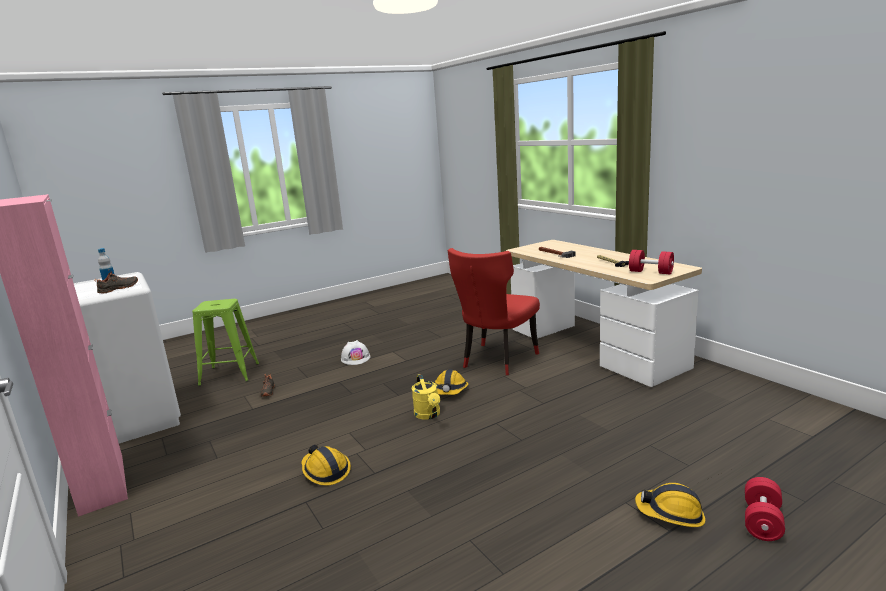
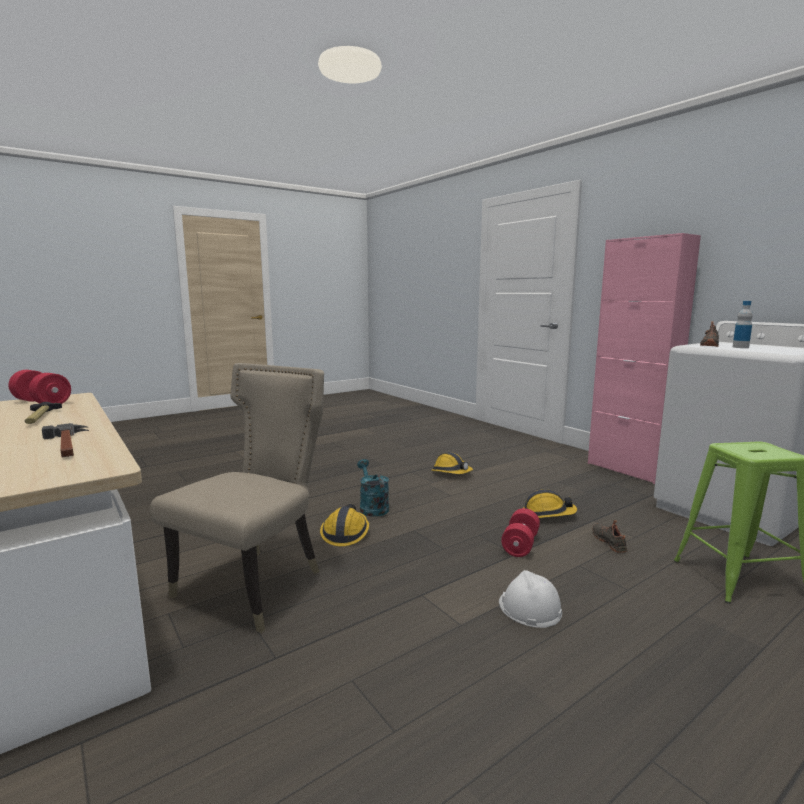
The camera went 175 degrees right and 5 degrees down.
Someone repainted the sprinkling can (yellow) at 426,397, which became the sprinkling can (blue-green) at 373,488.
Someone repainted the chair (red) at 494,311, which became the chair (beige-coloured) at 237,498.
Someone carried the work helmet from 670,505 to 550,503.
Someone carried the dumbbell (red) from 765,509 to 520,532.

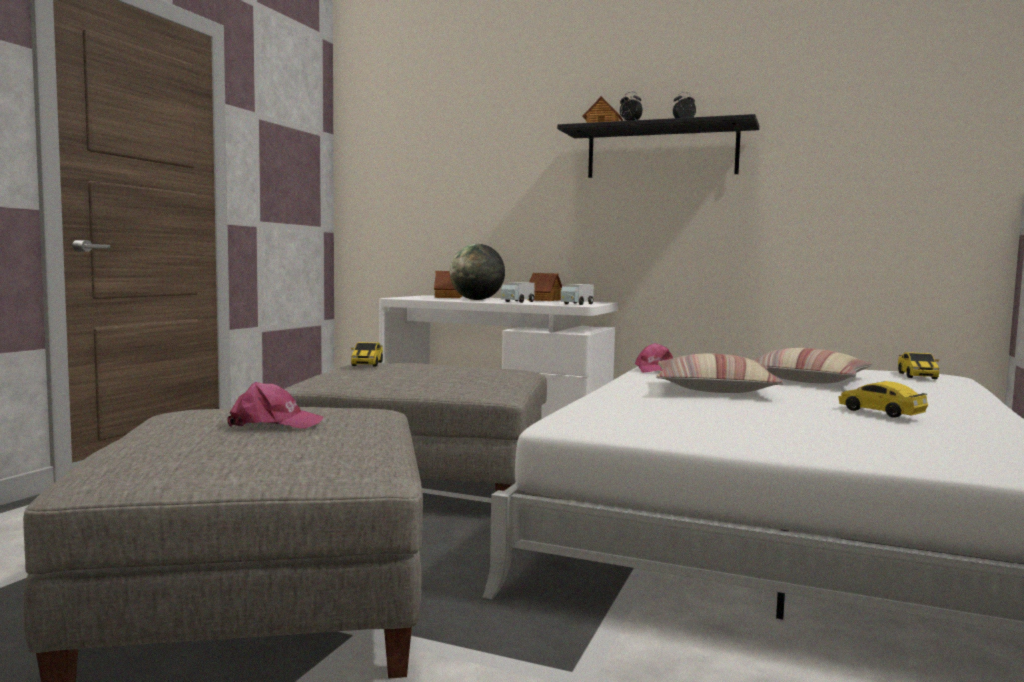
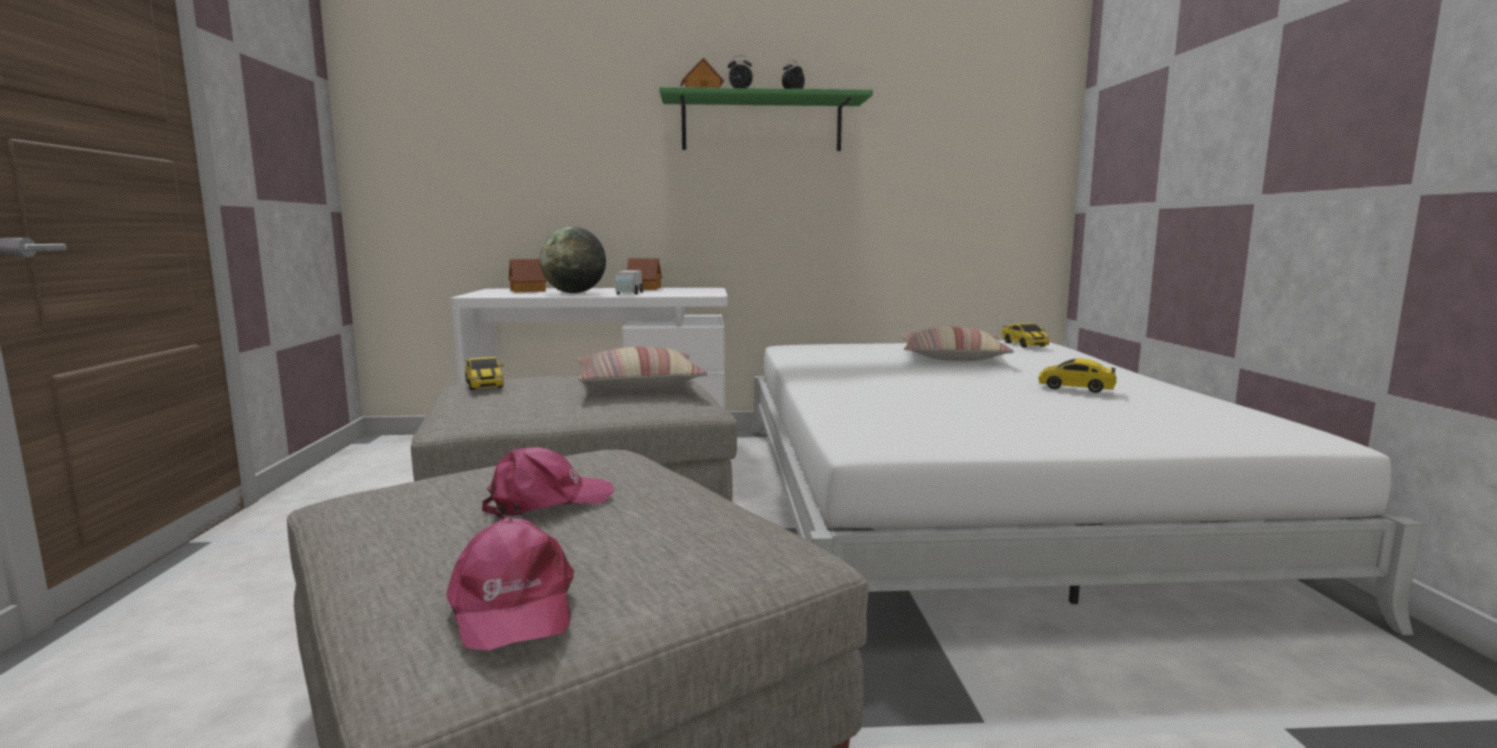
The camera went 25 degrees left and 5 degrees up.
Someone repainted the wall shelf (blackish) at 658,146, which became the wall shelf (green-coloured) at 766,119.
Someone took away the toy lorry at 577,294.
Someone carried the cap (pink) from 654,358 to 510,584.
Someone carried the throw pillow from 720,373 to 642,368.

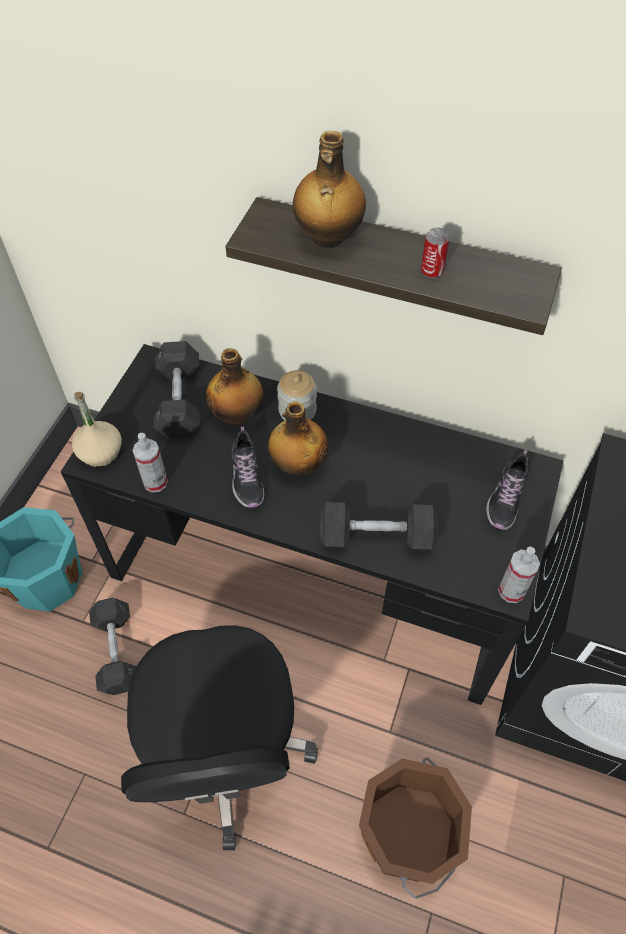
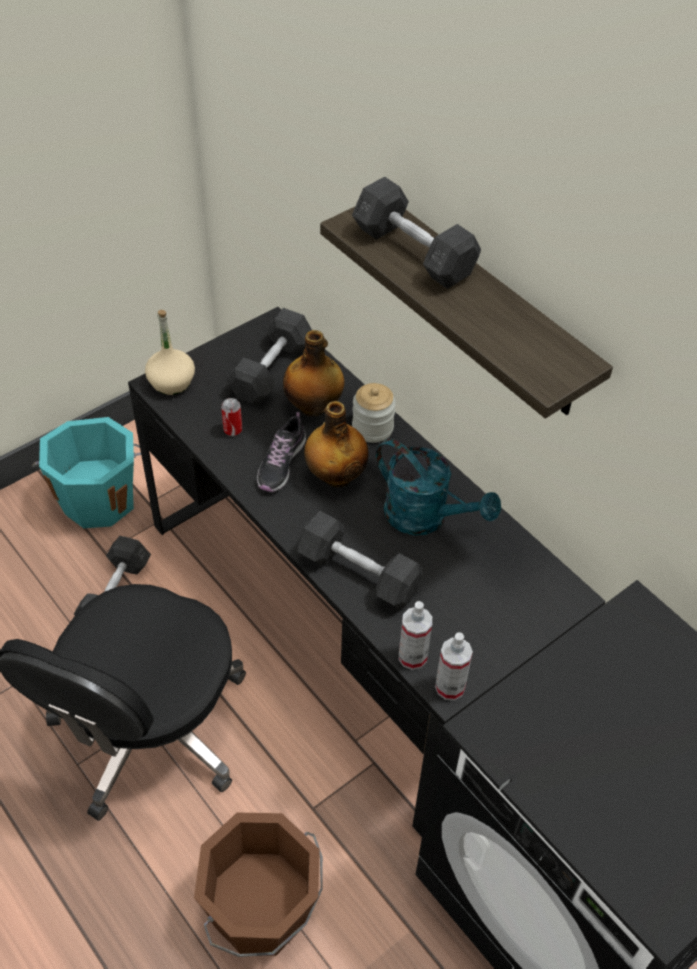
The camera went 30 degrees right and 5 degrees down.
Someone carried the hand sprayer from 150,463 to 415,635.
Someone swapped the drink bottle at 329,190 for the dumbbell (grey) at 416,233.
Someone carried the can from 435,253 to 231,417.
Someone took away the item of footwear at 507,490.
Someone put down the sprinkling can (blue-green) at 438,487.

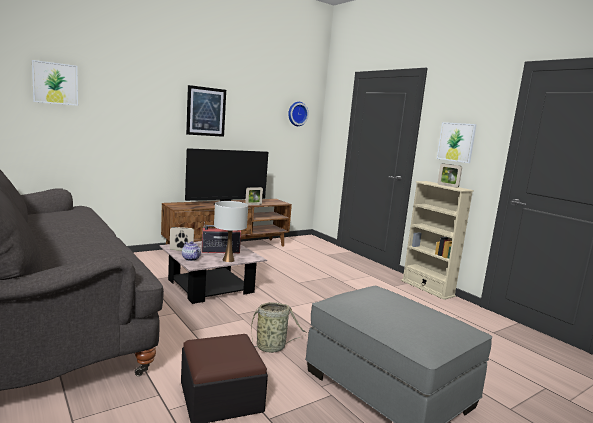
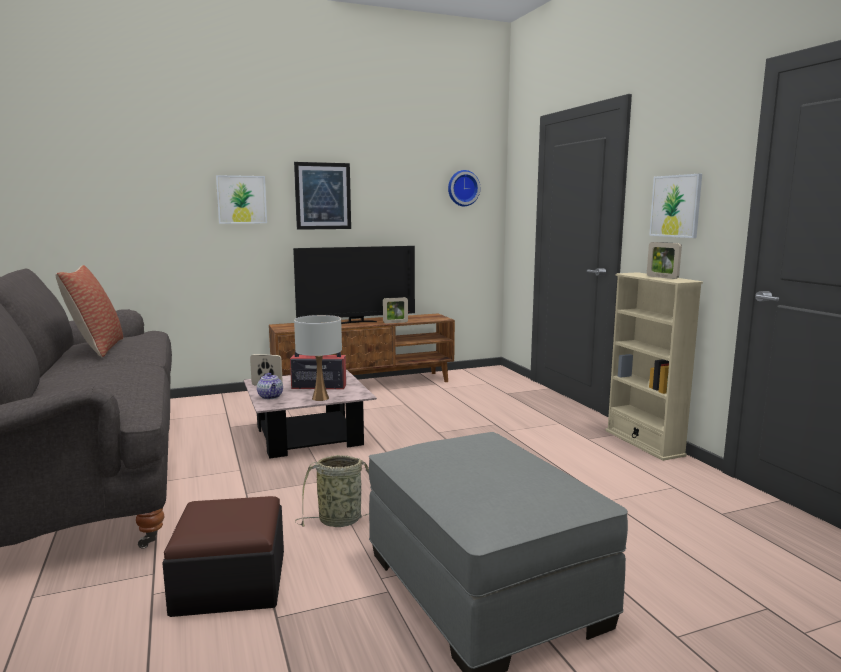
The camera went 15 degrees right and 0 degrees up.
Someone carried the picture from 55,83 to 241,199.
Someone put down the throw pillow at 89,311.

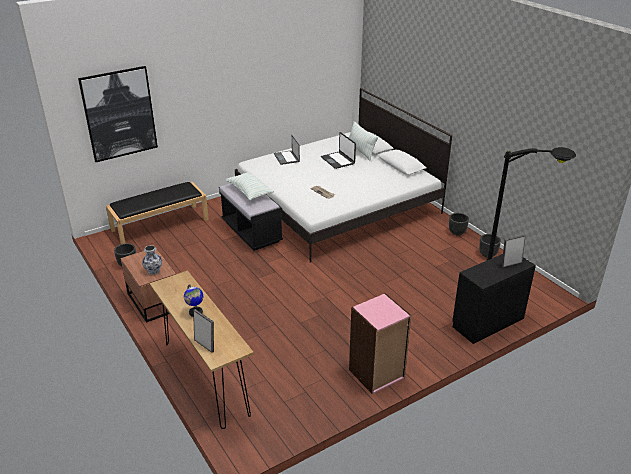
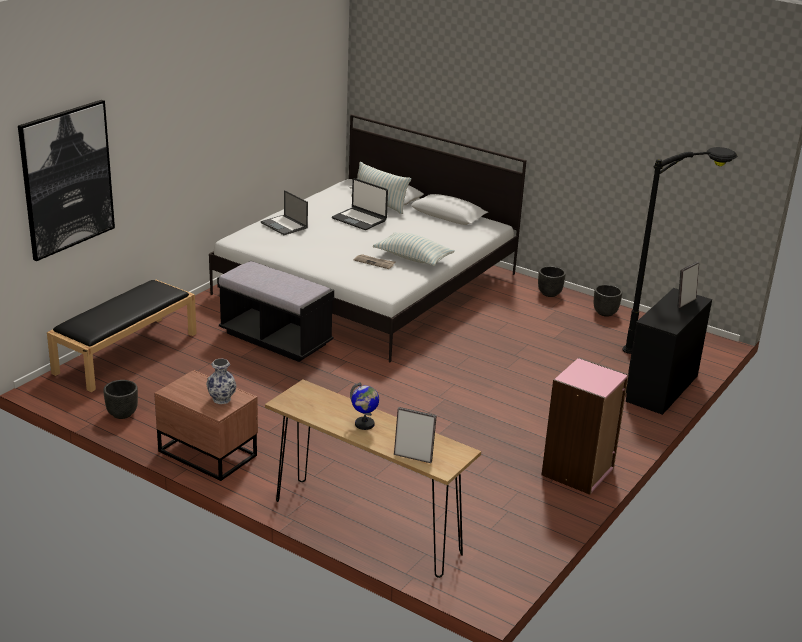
The camera went 25 degrees left and 5 degrees down.
Someone carried the throw pillow from 250,186 to 414,249.

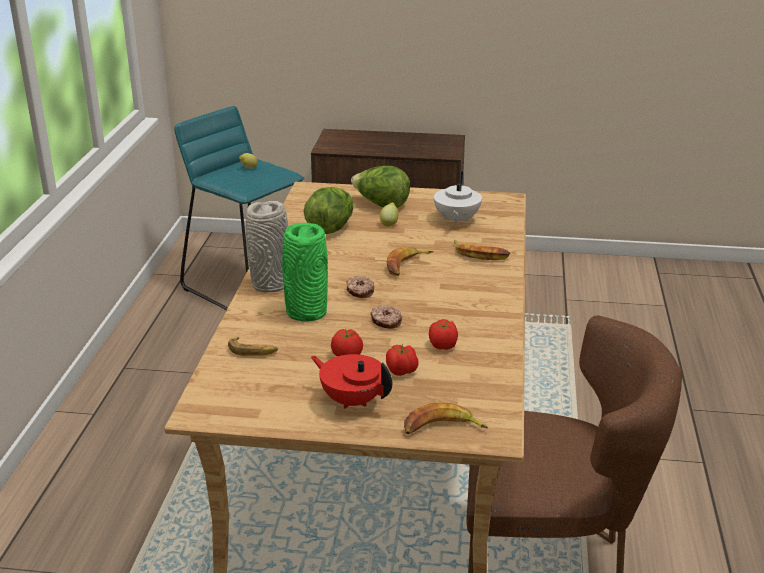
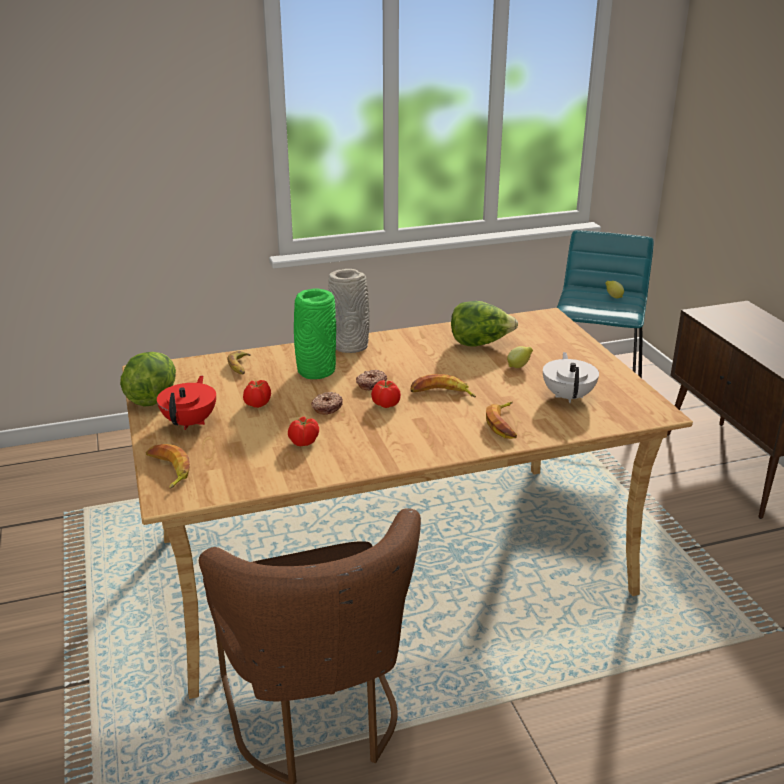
The camera went 65 degrees right and 0 degrees up.
Someone carried the lettuce from 380,187 to 148,379.
Someone carried the fresh tomato from 402,360 to 386,394.
Someone rotated the teapot (white) at 458,198 by 105 degrees clockwise.

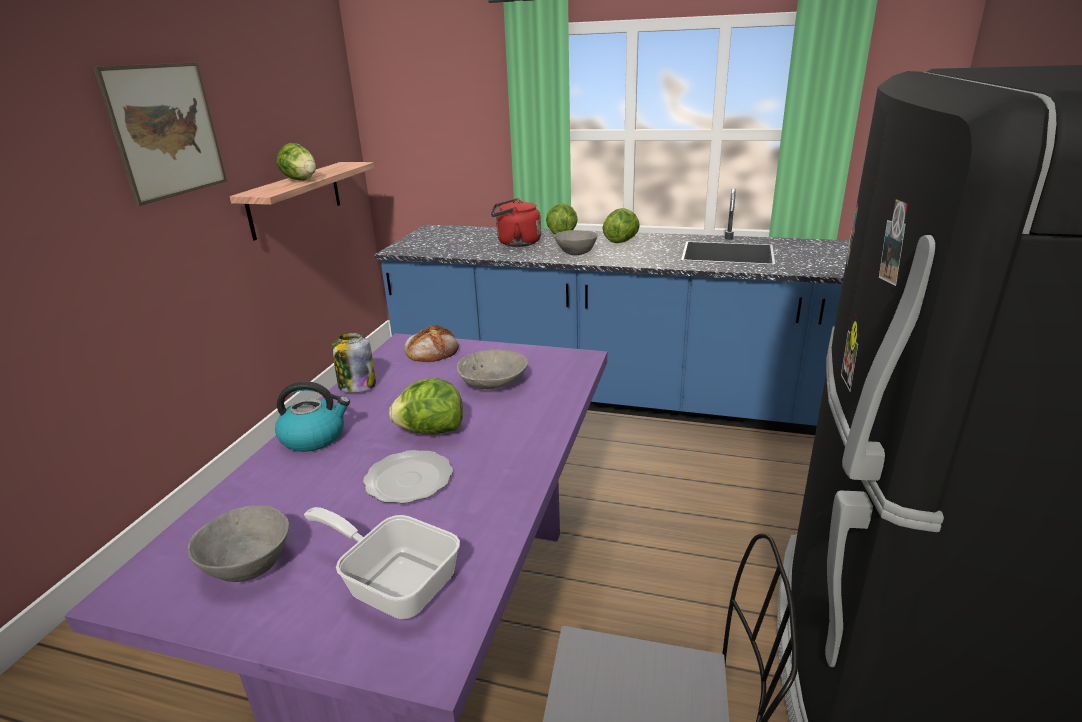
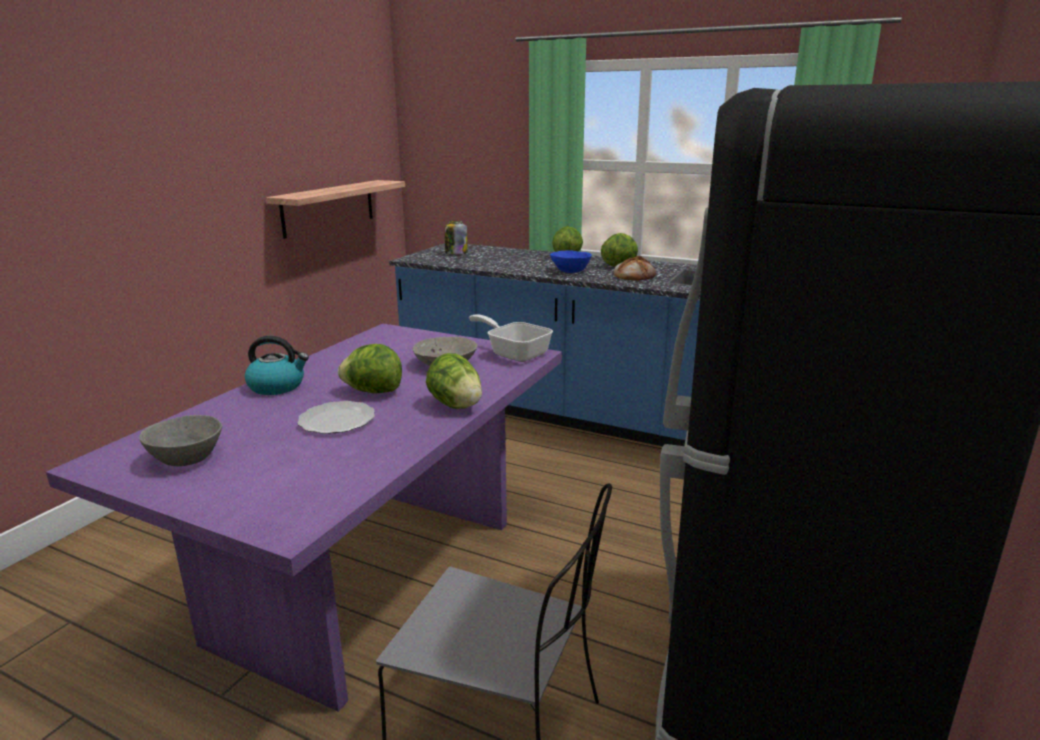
The camera went 10 degrees right and 5 degrees down.
Someone took away the picture at 160,134.
Someone carried the lettuce from 296,162 to 454,381.
Someone carried the skillet from 382,563 to 511,338.
Someone carried the storage jar from 354,363 to 456,237.
Someone carried the bread from 431,343 to 635,268.
Someone took away the kettle (red) at 516,222.
Someone repainted the serving bowl (grey) at 576,242, which became the serving bowl (blue) at 571,261.

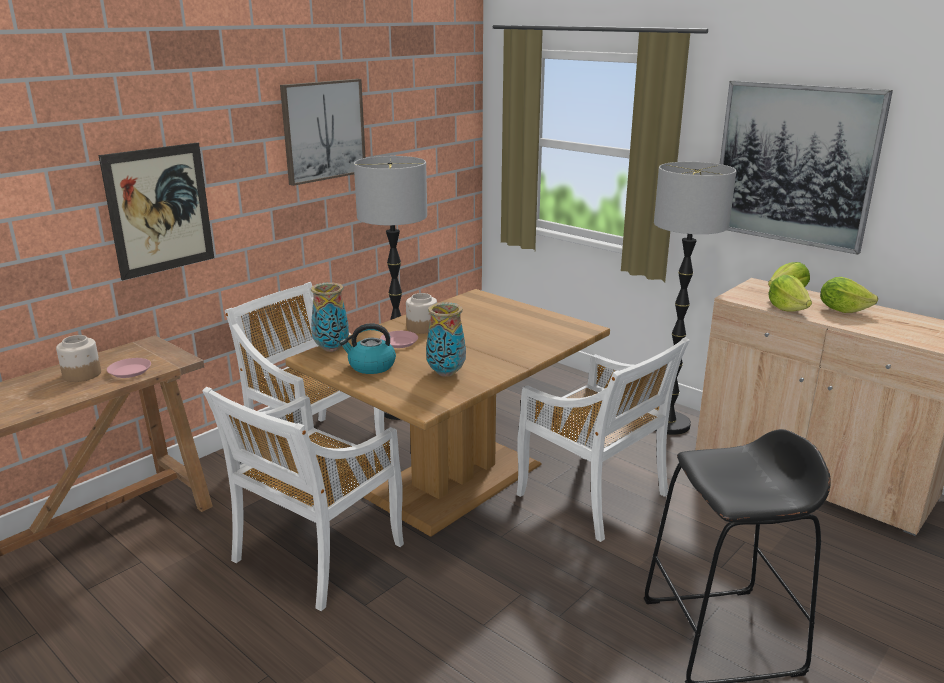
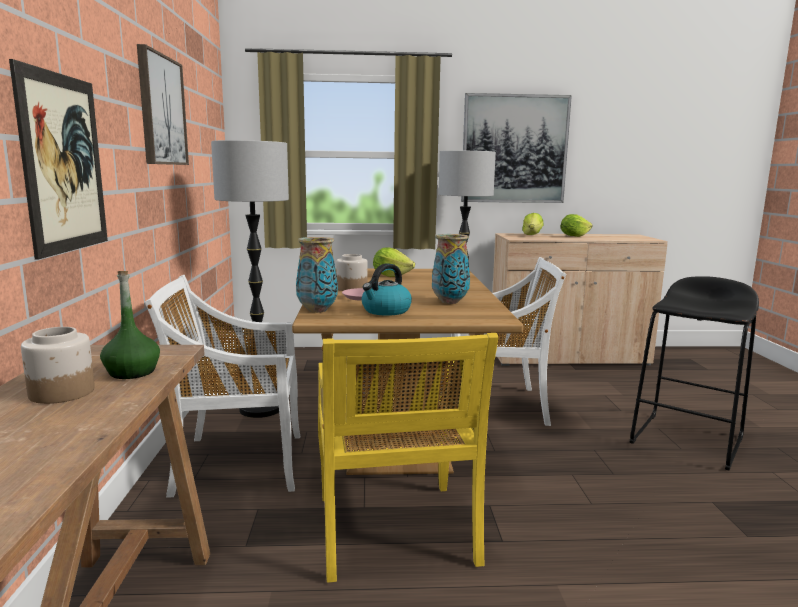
The camera went 45 degrees left and 10 degrees down.
Someone swapped the plate (pink) at 129,368 for the drink bottle (green-coloured) at 130,325.
Someone repainted the chair (white) at 303,499, which became the chair (yellow) at 408,458.
Someone carried the lettuce from 790,293 to 394,262.

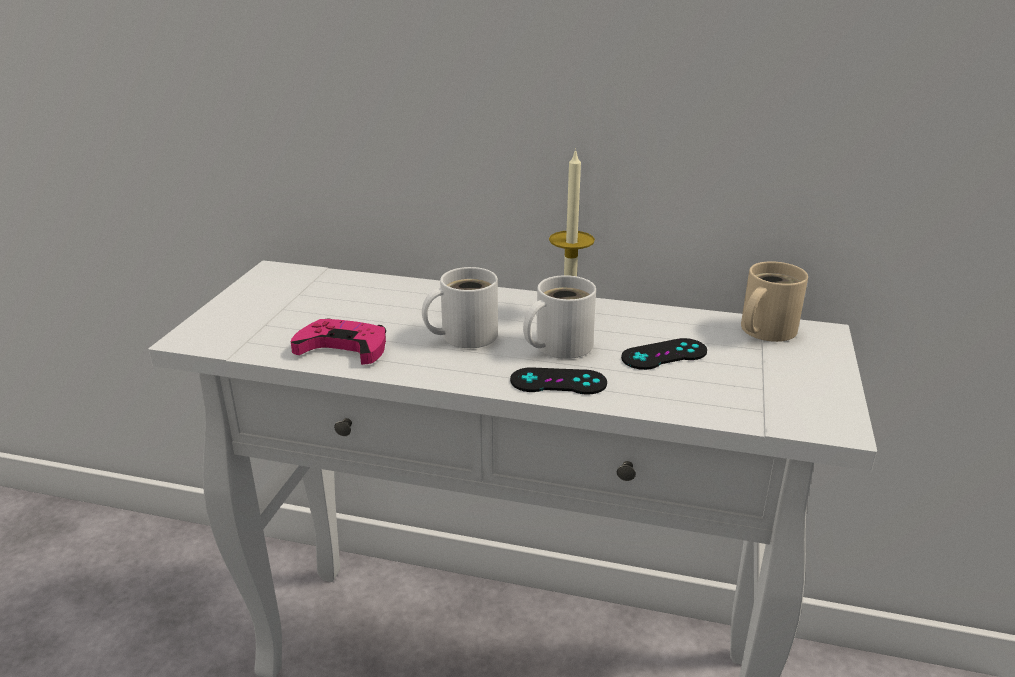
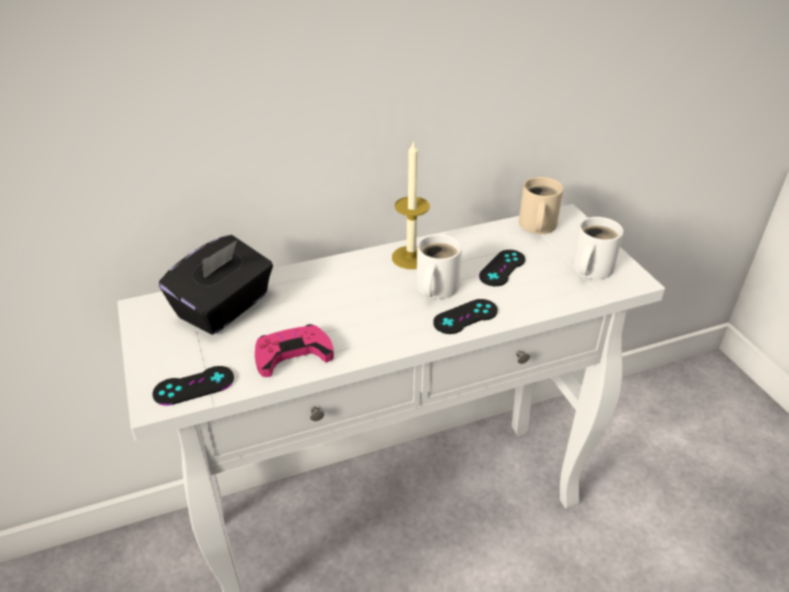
The camera went 35 degrees left and 10 degrees up.
Someone carried the tea mug (white) from 460,307 to 597,248.
Someone put down the game controller (blackish) at 193,386.
Someone put down the tissue holder (blackish) at 216,285.

